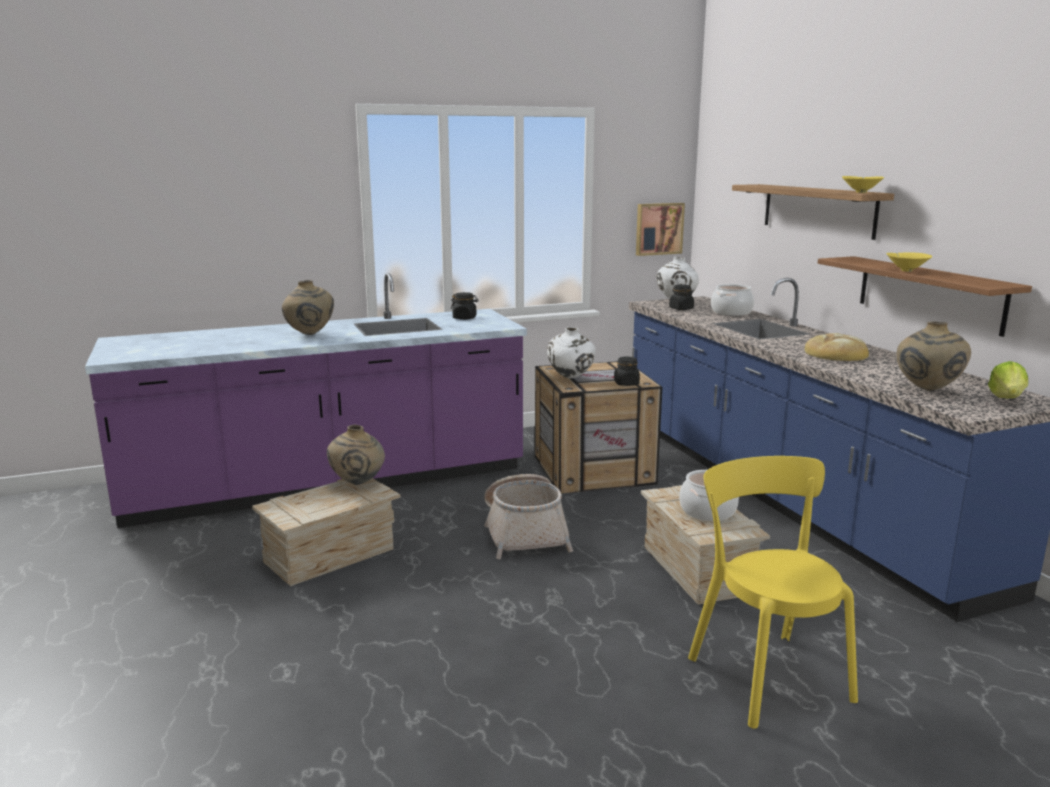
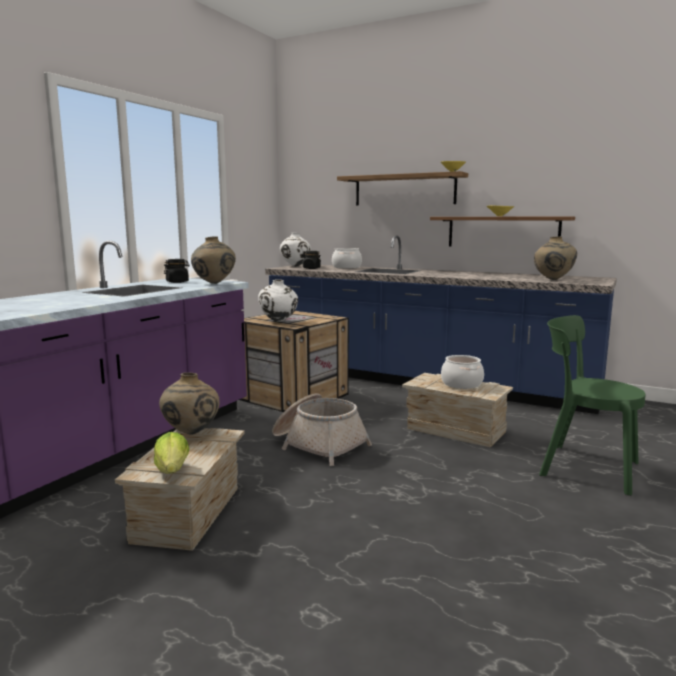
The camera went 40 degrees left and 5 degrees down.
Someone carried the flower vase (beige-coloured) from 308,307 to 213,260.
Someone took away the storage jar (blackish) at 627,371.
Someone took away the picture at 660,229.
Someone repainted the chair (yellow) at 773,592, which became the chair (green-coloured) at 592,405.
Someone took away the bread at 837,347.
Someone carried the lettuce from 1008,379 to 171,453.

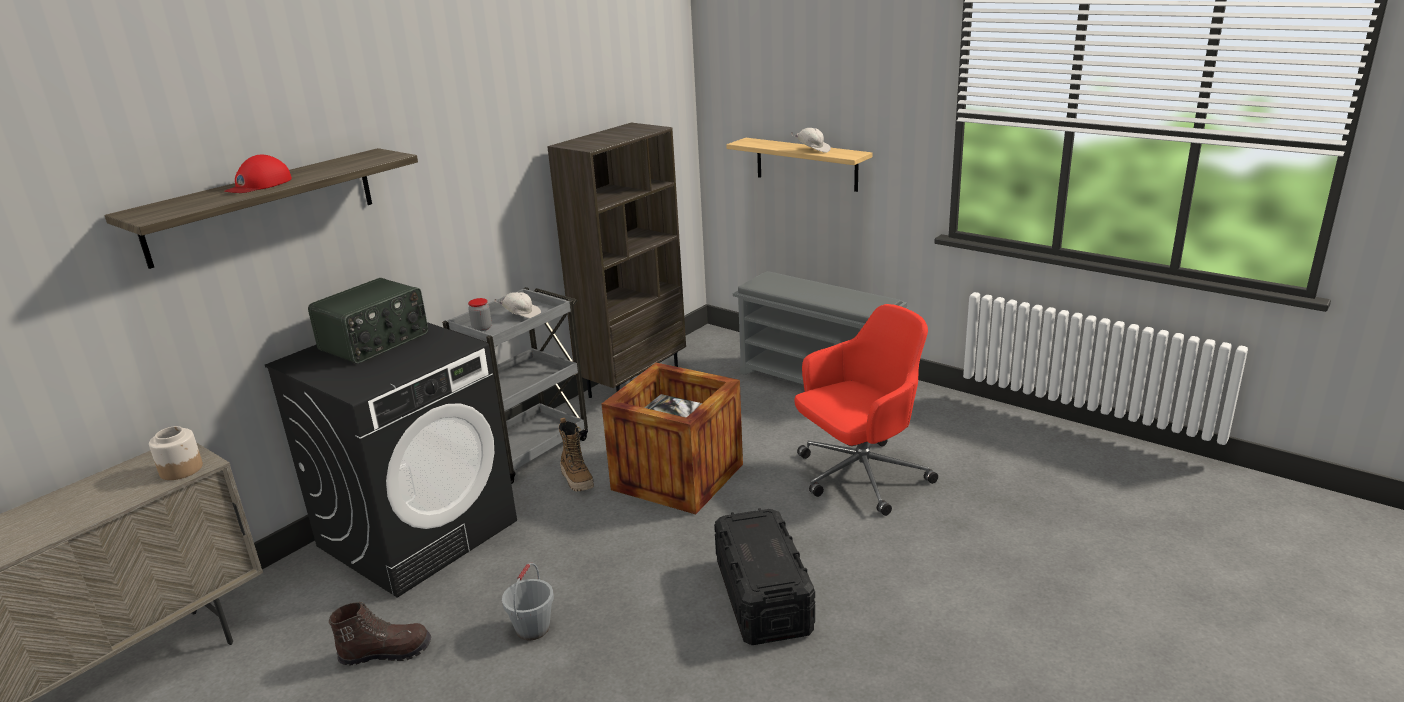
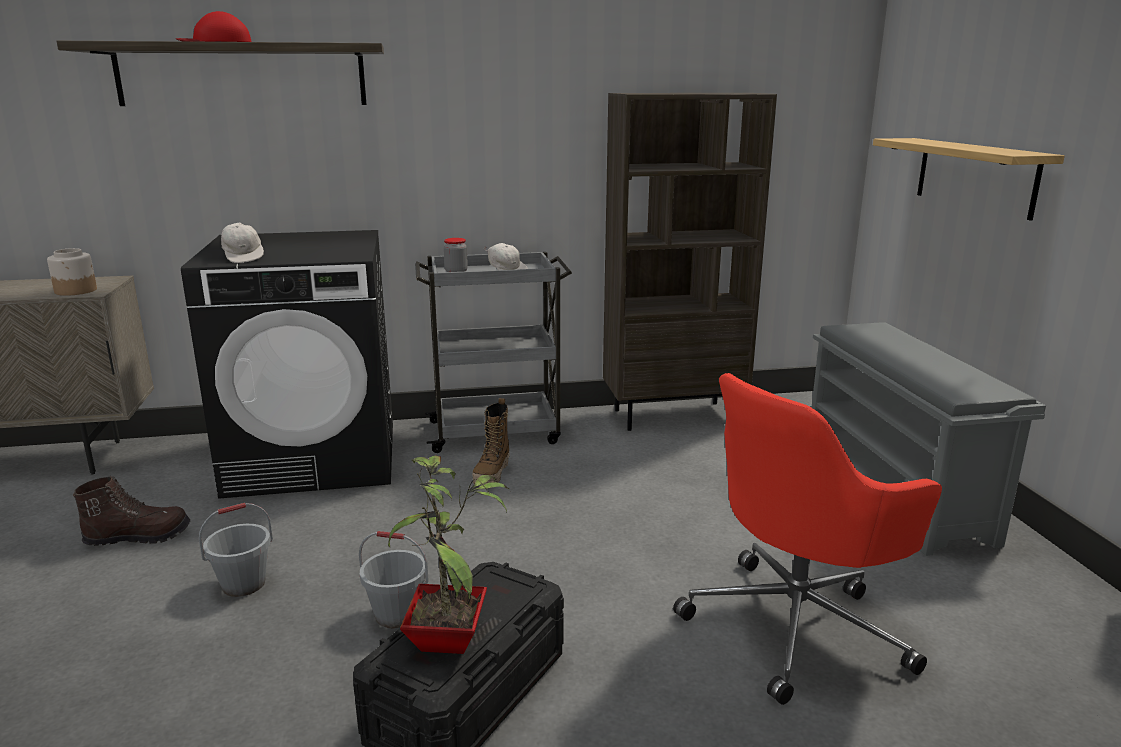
The camera went 40 degrees right and 5 degrees down.
Someone took away the radio receiver at 368,321.
Someone rotated the high-top boot (brownish) at 380,634 by 45 degrees counterclockwise.
Someone took away the crate at 672,438.
Someone carried the cap (white) from 811,140 to 242,243.
Someone rotated the computer chair (red) at 866,410 by 135 degrees clockwise.
Someone put down the water bucket (grey) at 394,580.
Someone put down the houseplant at 448,555.

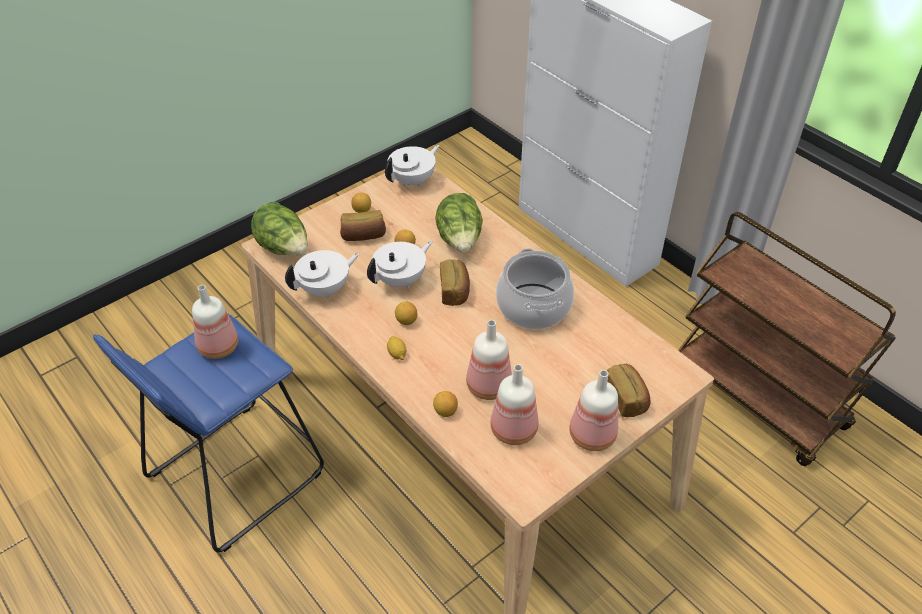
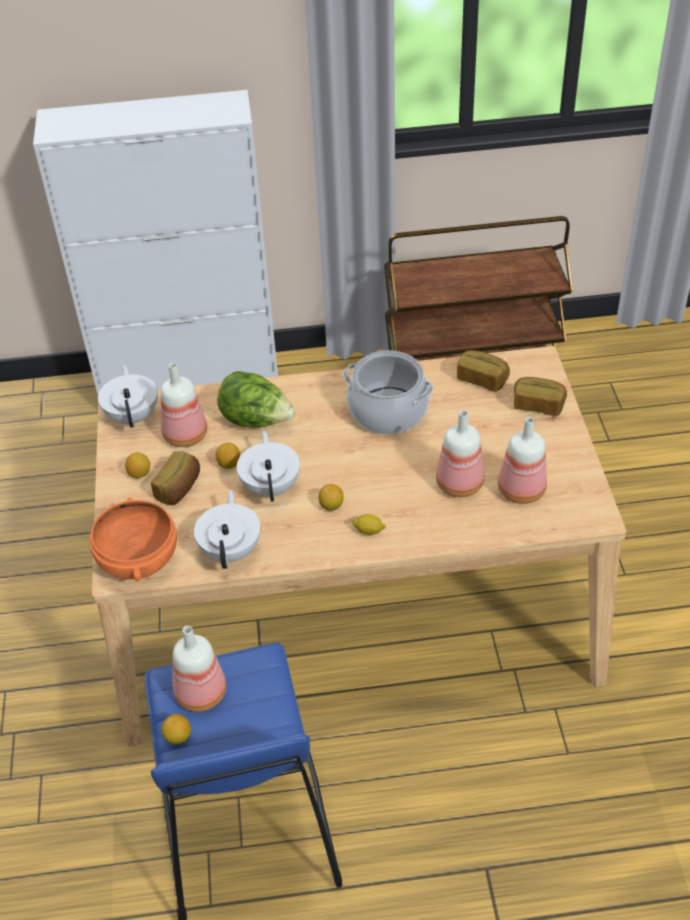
The camera went 55 degrees left and 0 degrees up.
Someone swapped the lettuce at 279,228 for the serving bowl (orange-coloured) at 133,539.
Someone carried the lemon from 445,404 to 176,729.
Someone carried the bread from 455,282 to 483,371.
Someone carried the drink bottle from 593,410 to 184,405.

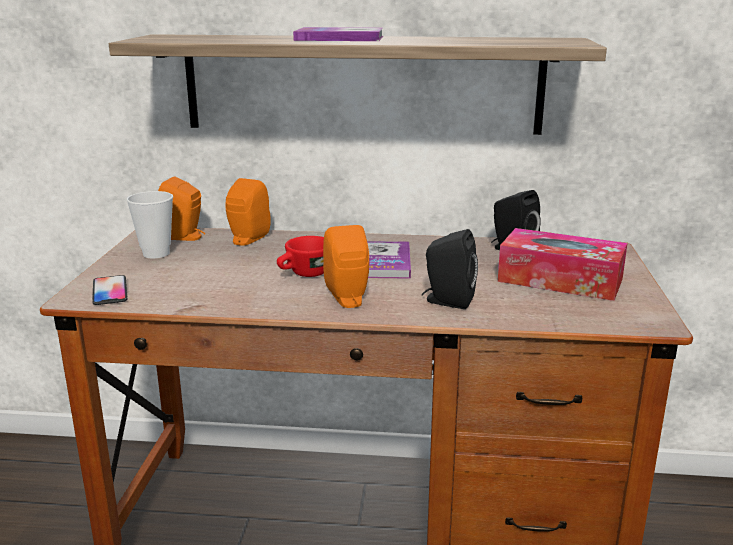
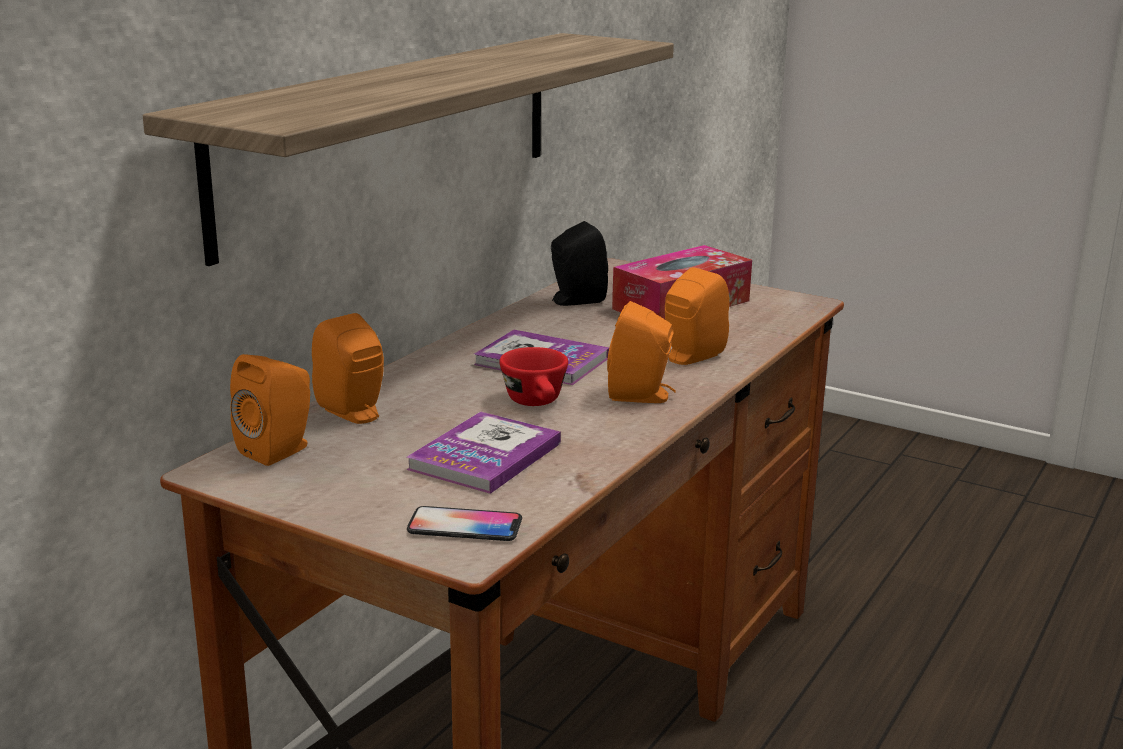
The camera went 65 degrees left and 0 degrees up.
Someone took away the cup at 150,224.
Someone carried the bound book from 338,34 to 484,453.
Someone repainted the audio speaker (blackish) at 450,269, which became the audio speaker (orange-coloured) at 697,316.

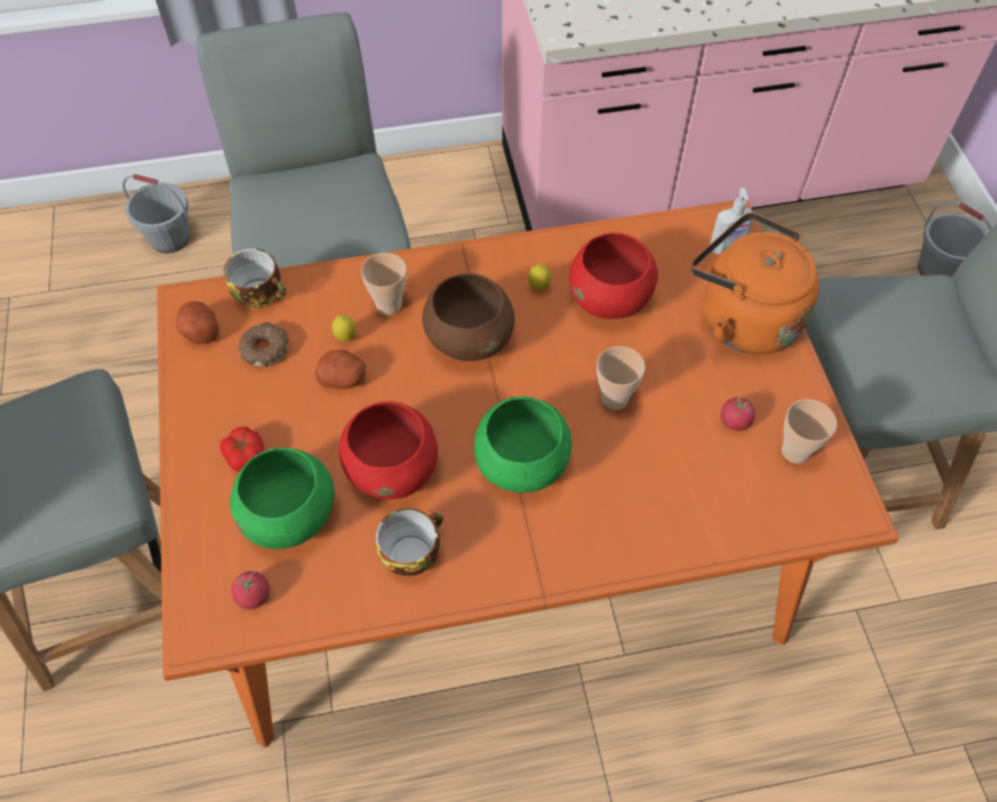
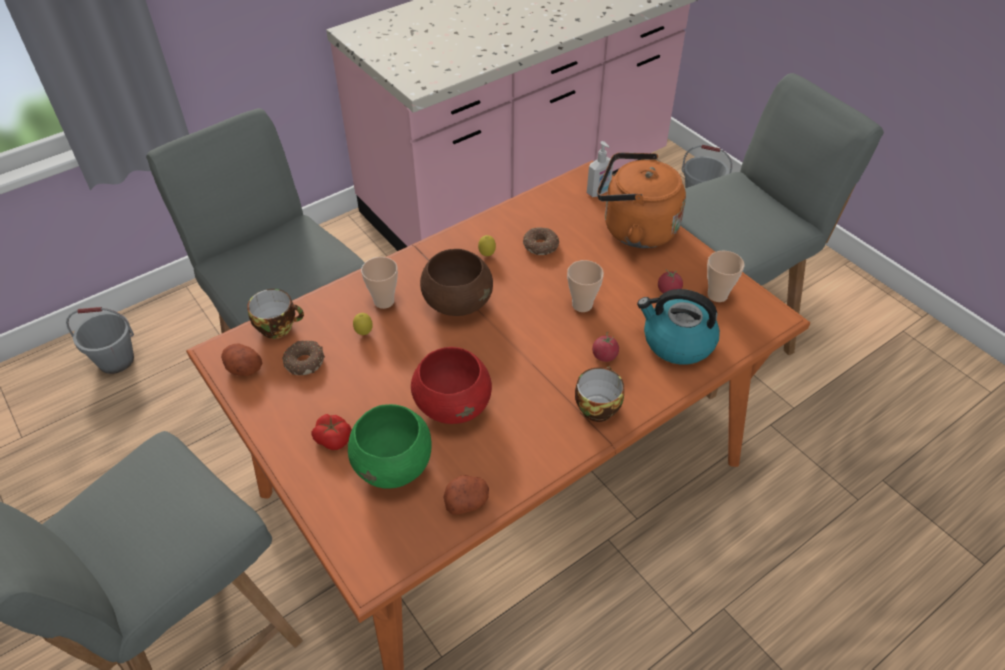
The camera went 25 degrees left and 10 degrees down.
Someone carried the fresh tomato from 250,590 to 605,347.
Someone carried the potato from 340,369 to 466,495.
Someone carried the cup from 409,542 to 599,394.
Someone took away the serving bowl (green-coloured) at 523,444.
Someone swapped the serving bowl (red) at 613,276 for the doughnut at 541,241.
Someone put down the kettle at 678,327.

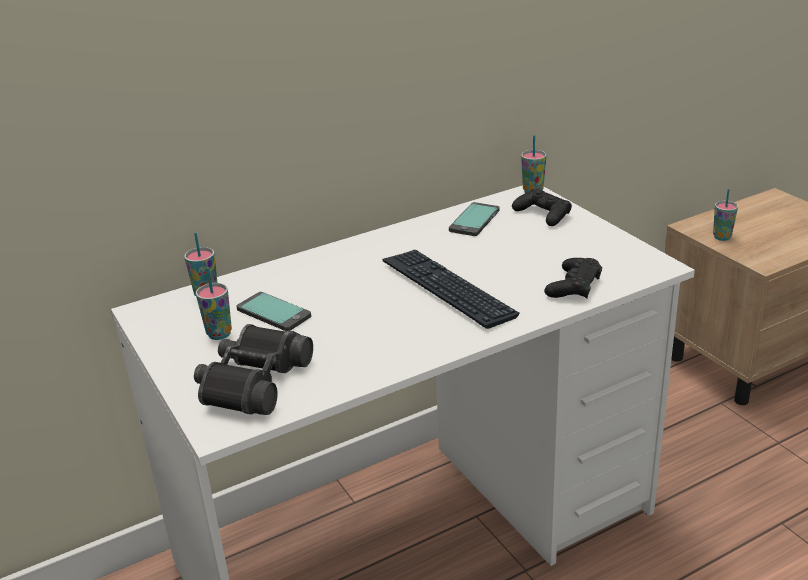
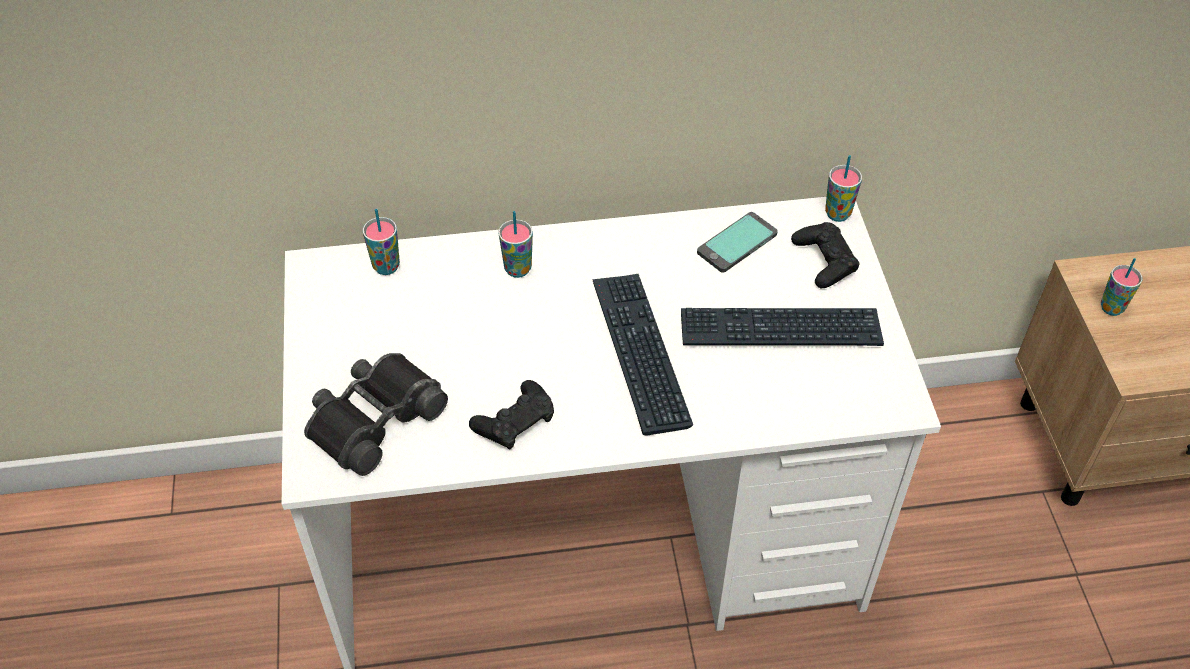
The camera went 20 degrees right and 20 degrees up.
Someone carried the cup from 214,304 to 515,244.
Someone took away the telephone at 274,311.
Someone carried the game controller (blackish) from 573,278 to 511,415.
Someone put down the keyboard at 782,327.

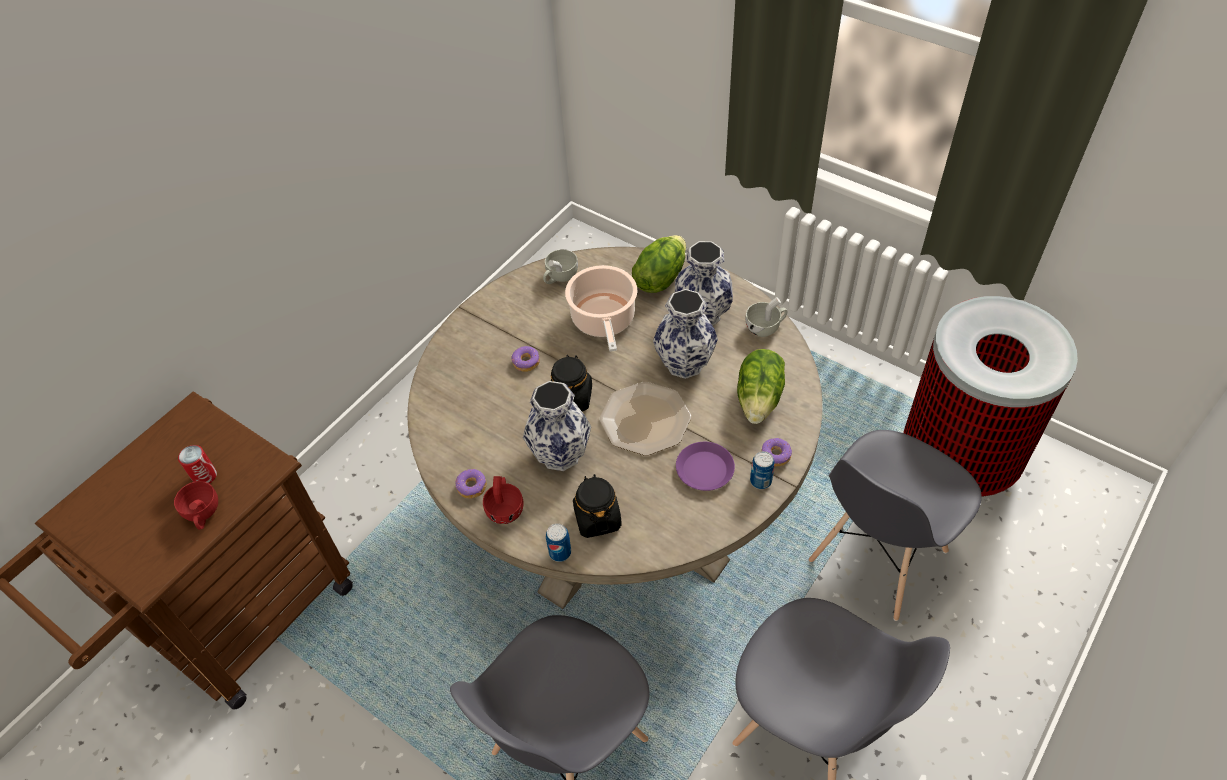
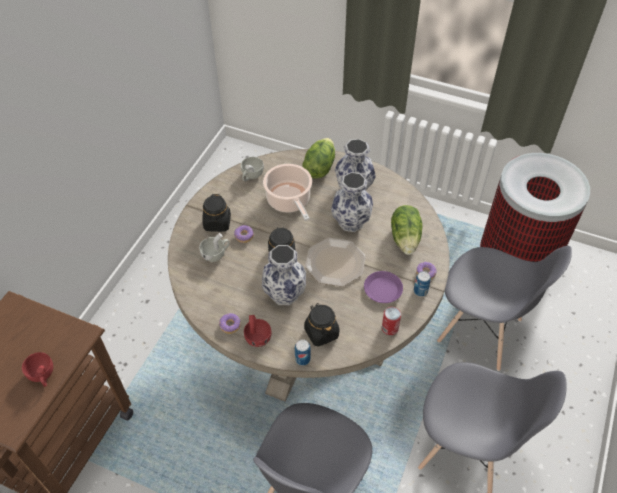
The camera went 15 degrees left and 0 degrees up.
Someone carried the can from 197,464 to 391,321.
Someone carried the cup (white) from 766,317 to 214,247.
Someone rotated the chair (grey) at 895,525 by 90 degrees counterclockwise.
Someone put down the storage jar (blackish) at 216,213.

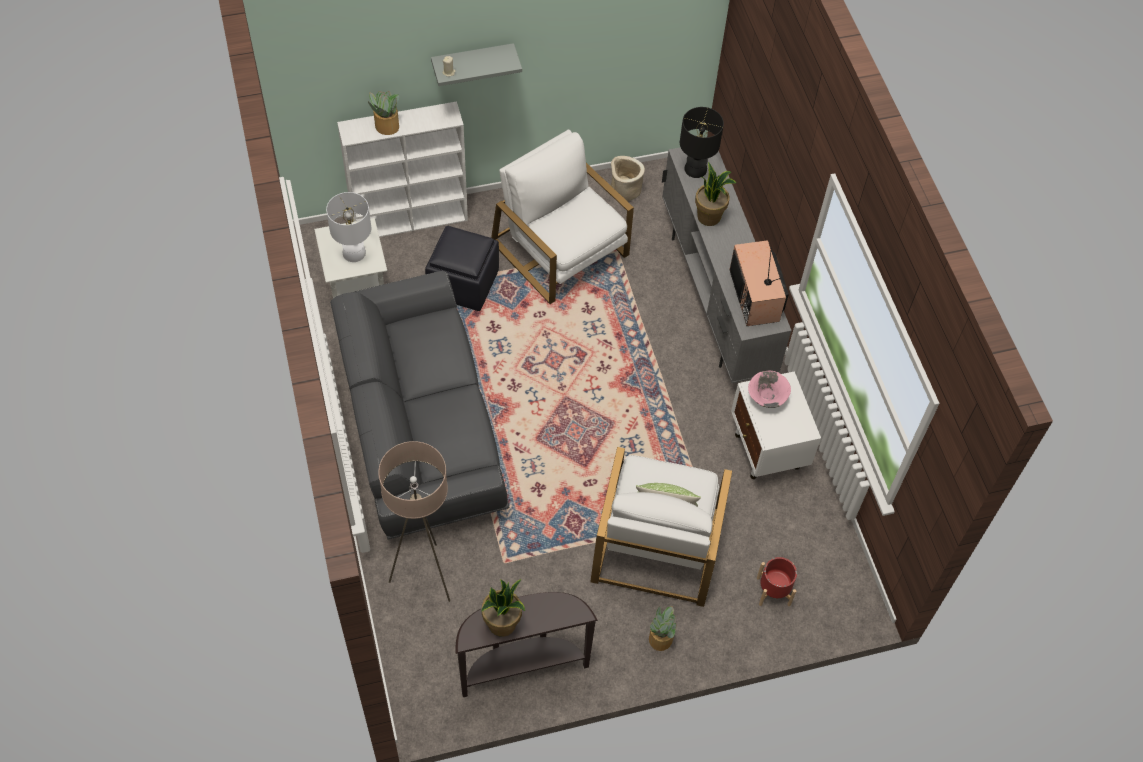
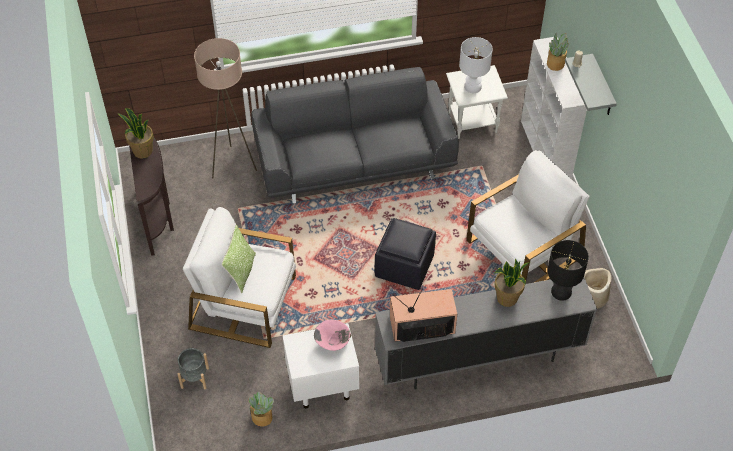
The camera went 95 degrees right and 5 degrees down.
Someone carried the footrest (blackish) from 462,268 to 405,254.
Someone carried the houseplant from 663,628 to 261,409.
Someone repainted the flower pot (red) at 777,581, which became the flower pot (grey) at 193,368.

